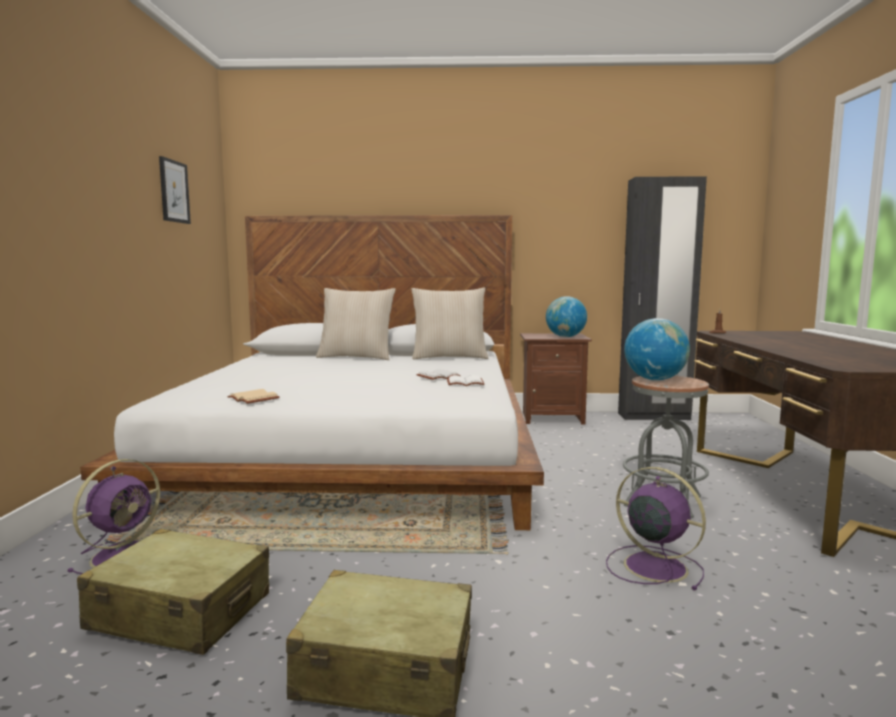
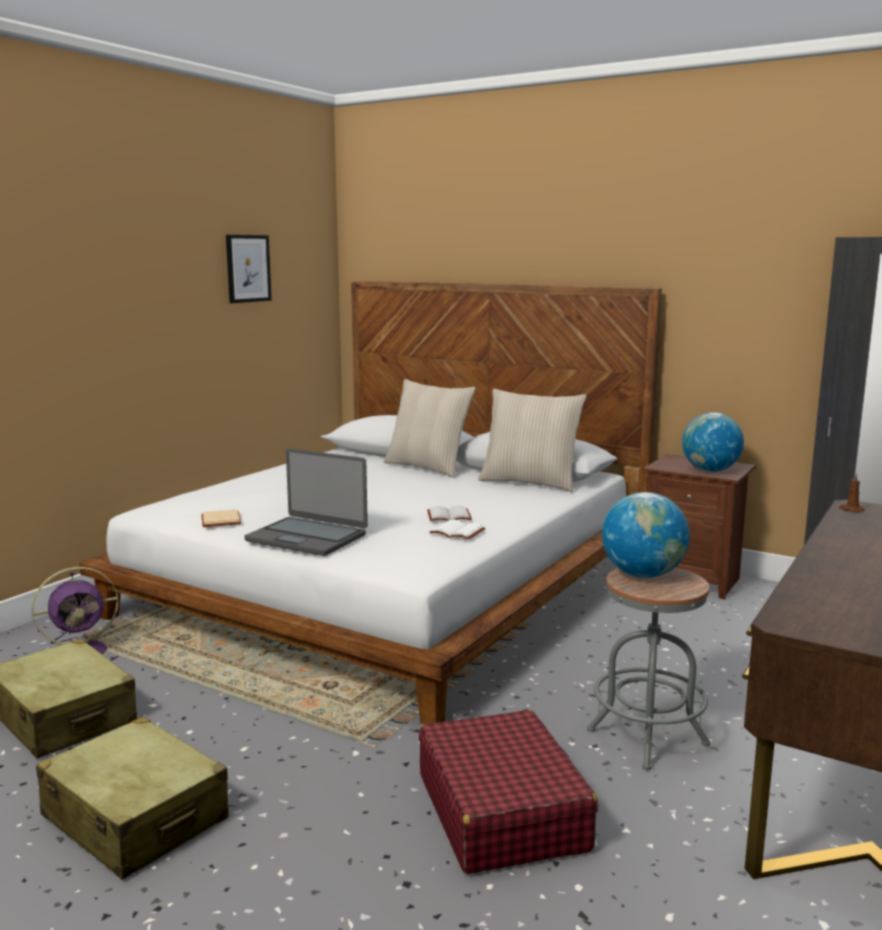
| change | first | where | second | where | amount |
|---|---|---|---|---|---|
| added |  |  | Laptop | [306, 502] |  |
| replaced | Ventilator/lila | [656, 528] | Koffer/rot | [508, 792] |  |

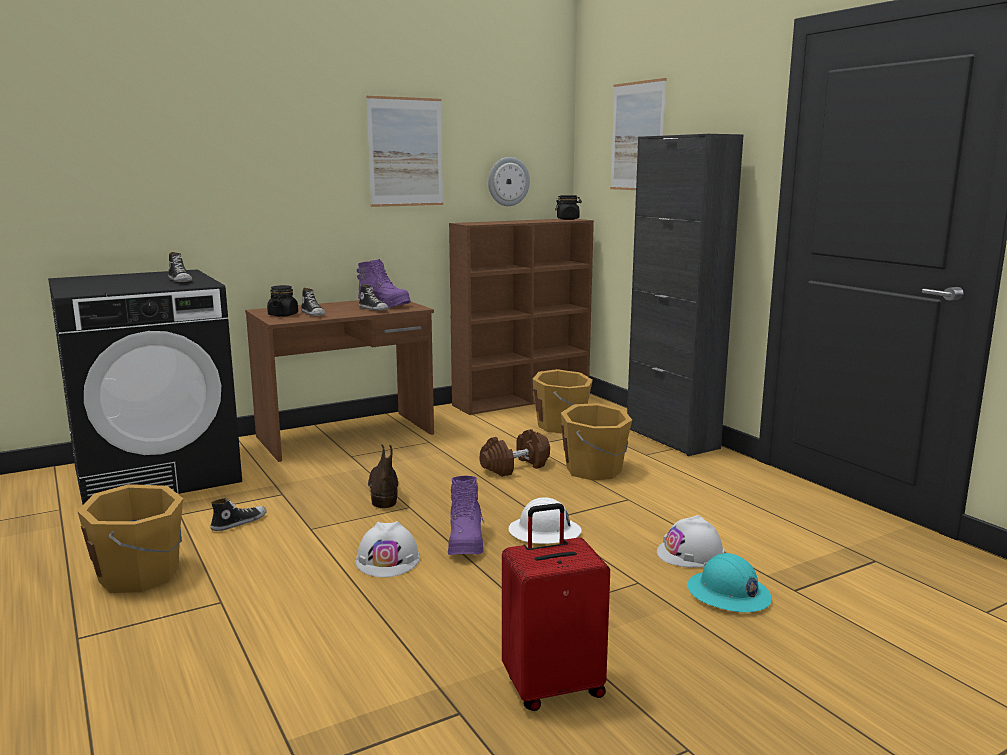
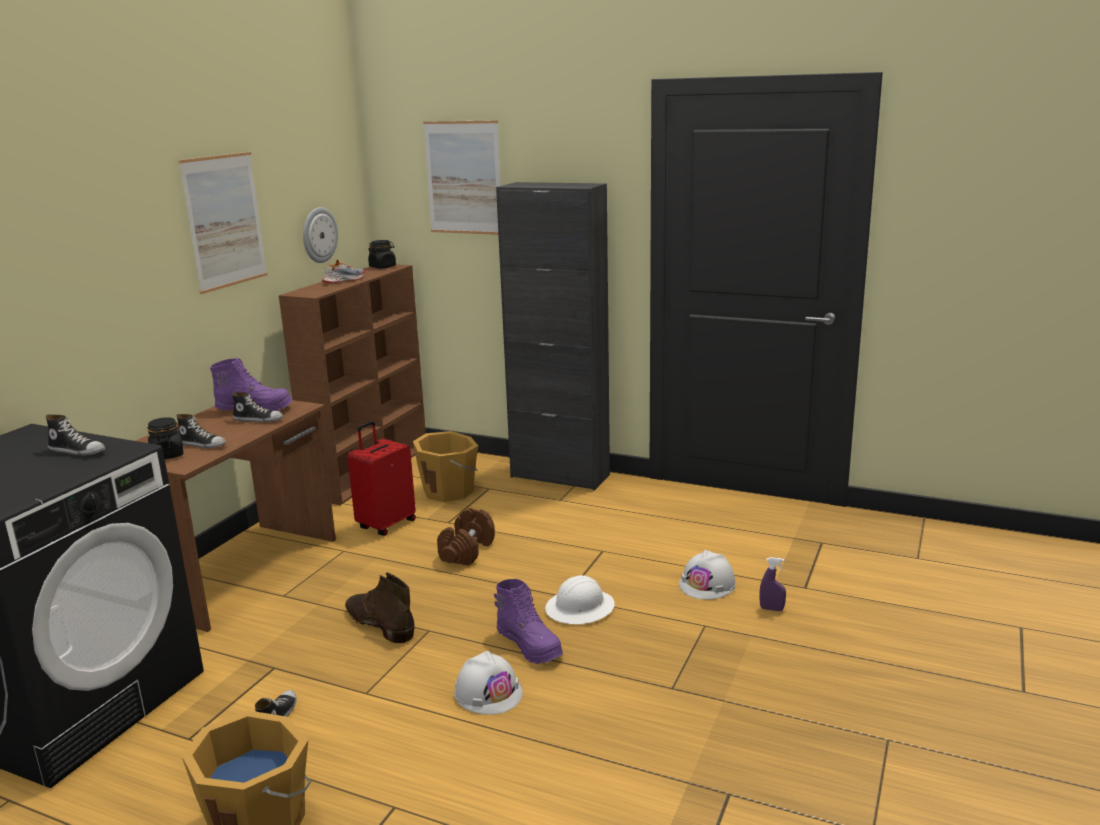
| change | first | where | second | where | amount |
|---|---|---|---|---|---|
| added |  |  | Schuh | [343, 271] |  |
| moved | Koffer/rot | [556, 607] |  | [381, 478] |  |
| replaced | Schutzhelm/türkis | [730, 582] | Sprühflasche/lila | [772, 584] |  |
| removed | Eimer/orange | [596, 441] |  |  |  |

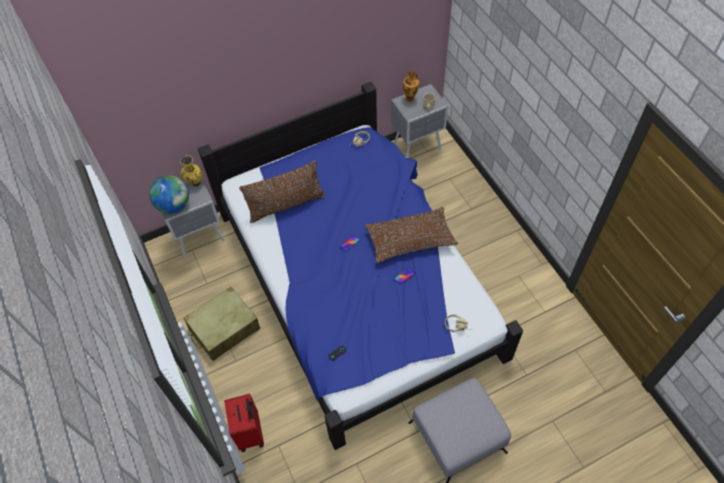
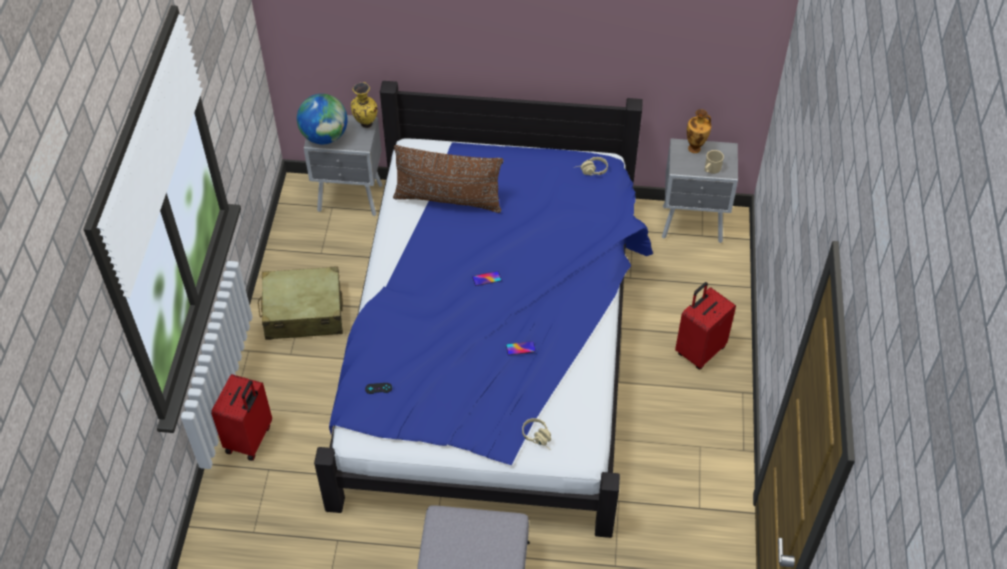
| change | first | where | second | where | amount |
|---|---|---|---|---|---|
| added |  |  | Koffer/rot | [705, 325] |  |
| removed | Kissen/braun | [411, 235] |  |  |  |

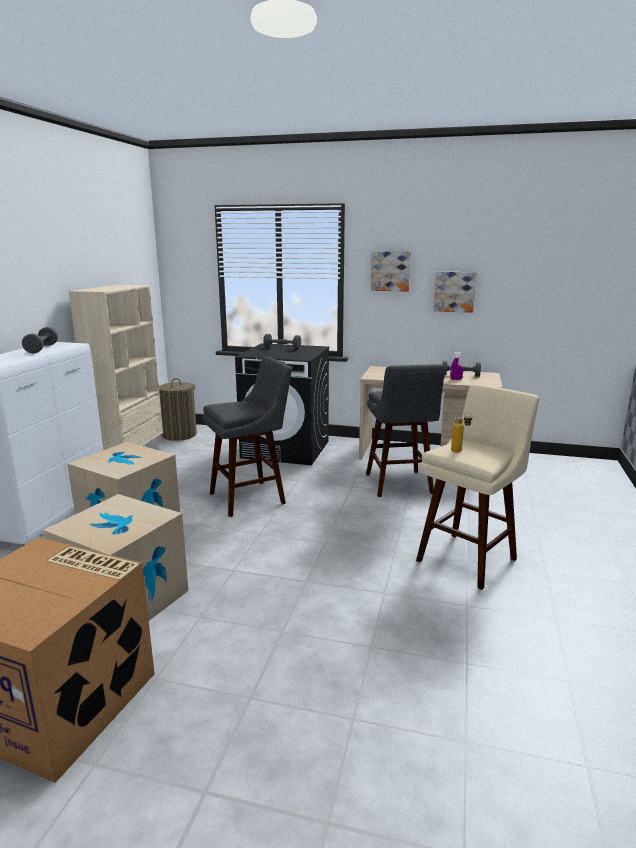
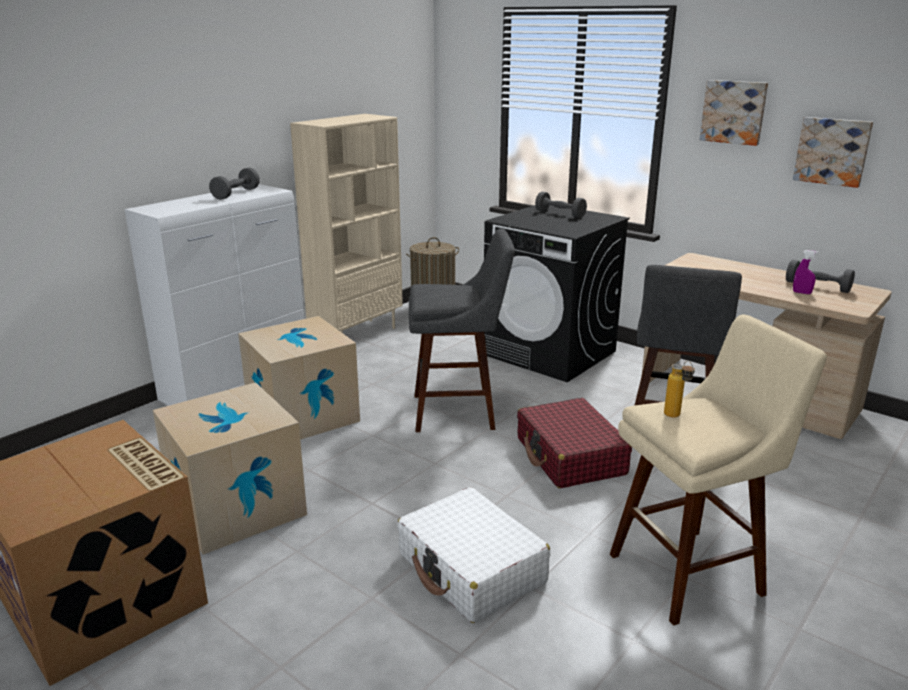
| change | first | where | second | where | amount |
|---|---|---|---|---|---|
| added |  |  | Koffer/weiß | [473, 555] |  |
| added |  |  | Koffer/rot | [574, 443] |  |

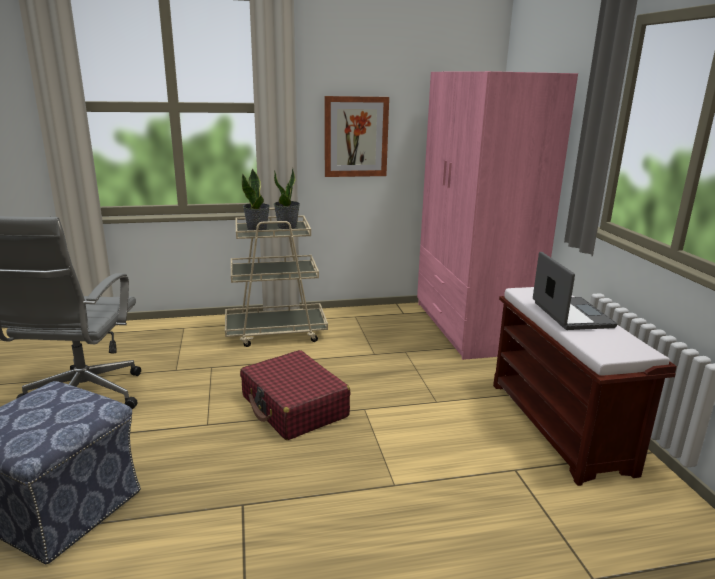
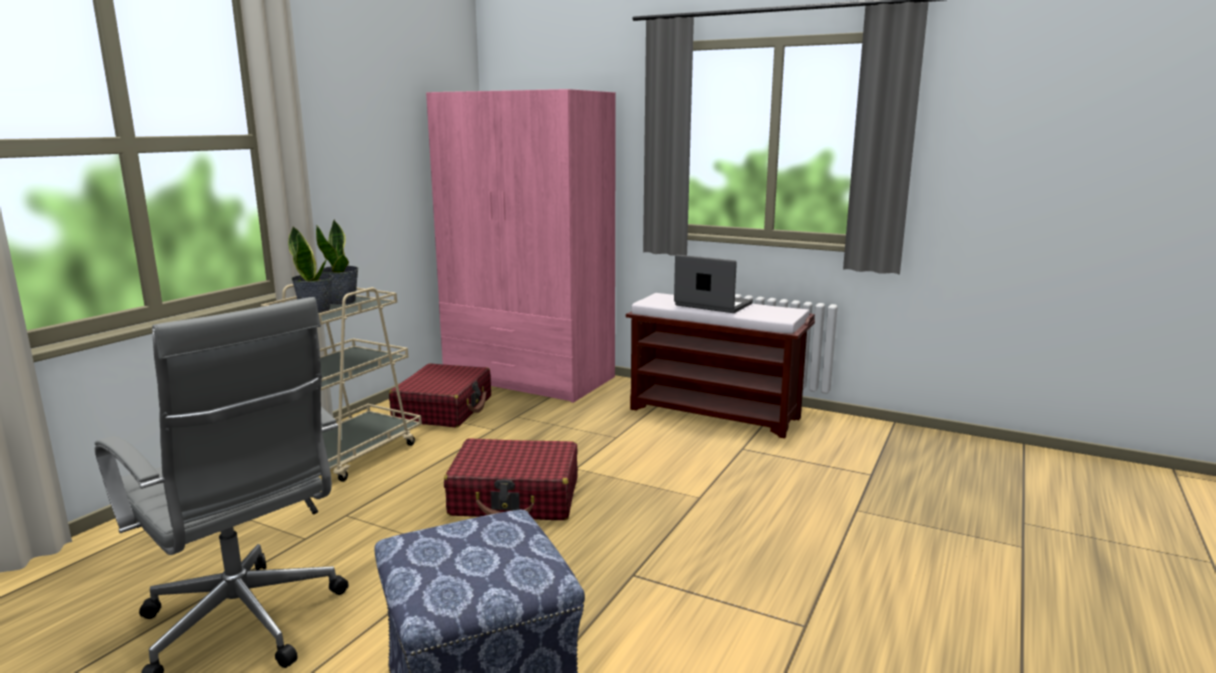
| change | first | where | second | where | amount |
|---|---|---|---|---|---|
| added |  |  | Koffer/rot | [440, 395] |  |
| removed | Bild | [357, 136] |  |  |  |

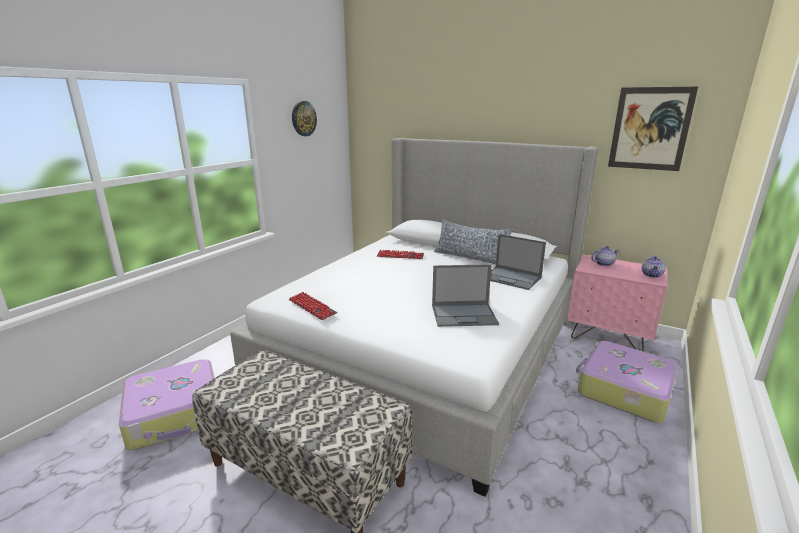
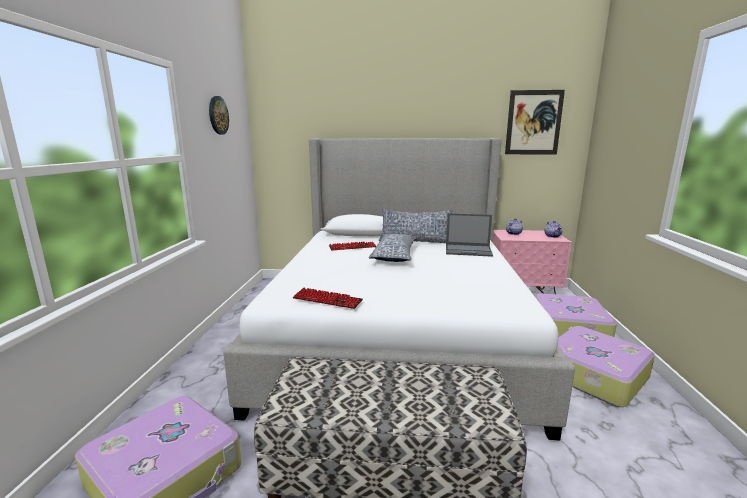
| change | first | where | second | where | amount |
|---|---|---|---|---|---|
| added |  |  | Kissen | [393, 248] |  |
| added |  |  | Koffer | [606, 366] |  |
| removed | Laptop | [465, 295] |  |  |  |

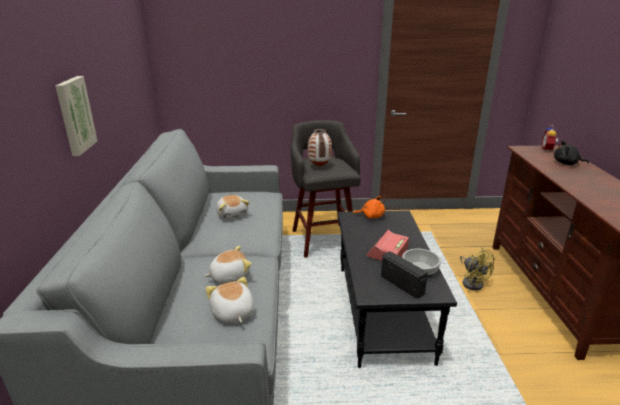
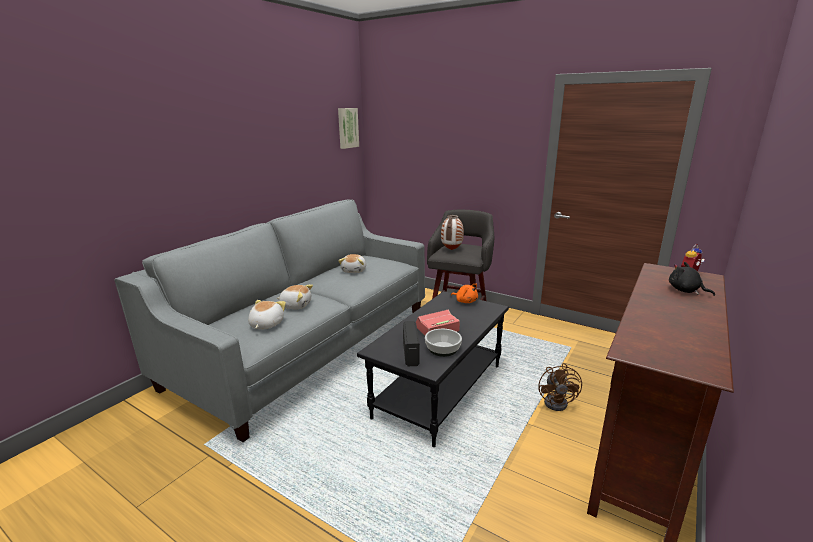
| change | first | where | second | where | amount |
|---|---|---|---|---|---|
| moved | Bild | [76, 116] |  | [348, 128] |  |
| recoloured | Ventilator/gelb | [478, 269] | Ventilator/braun | [560, 387] |  |

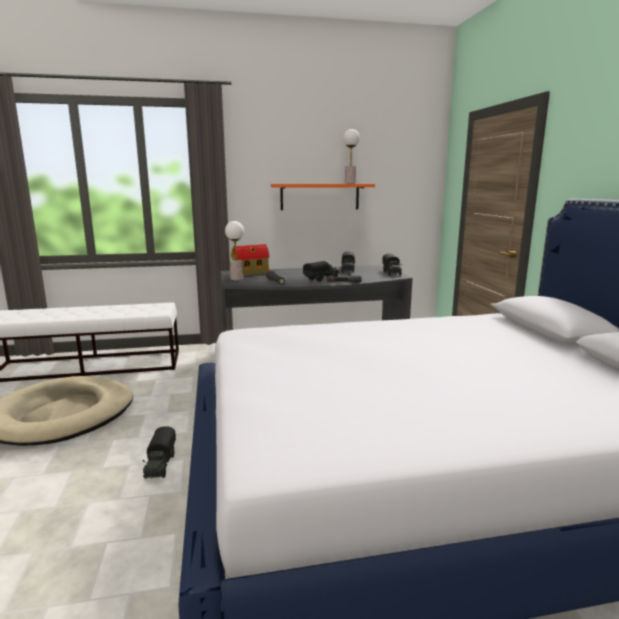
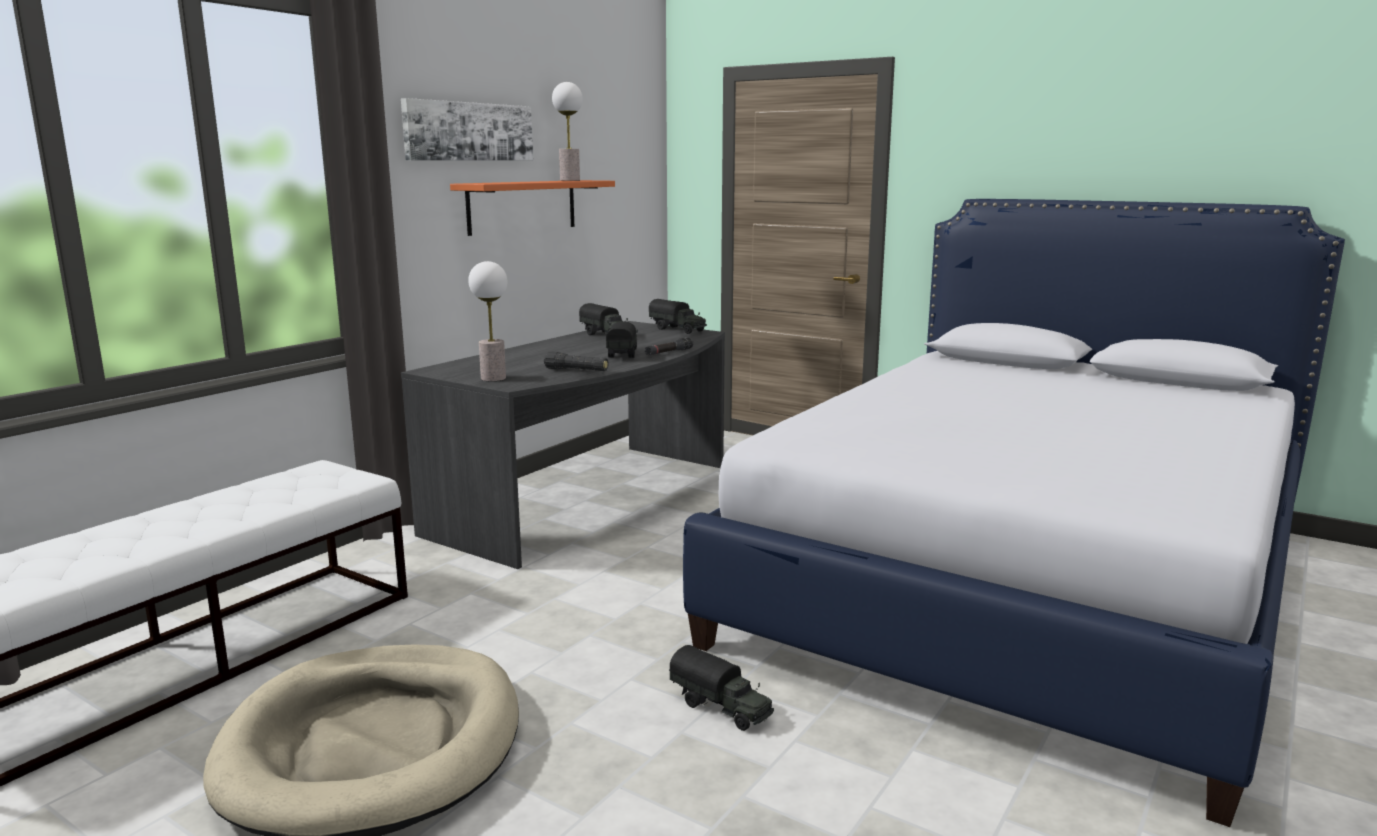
| change | first | where | second | where | amount |
|---|---|---|---|---|---|
| added |  |  | Bild | [467, 129] |  |
| removed | Spielzeughaus | [250, 260] |  |  |  |

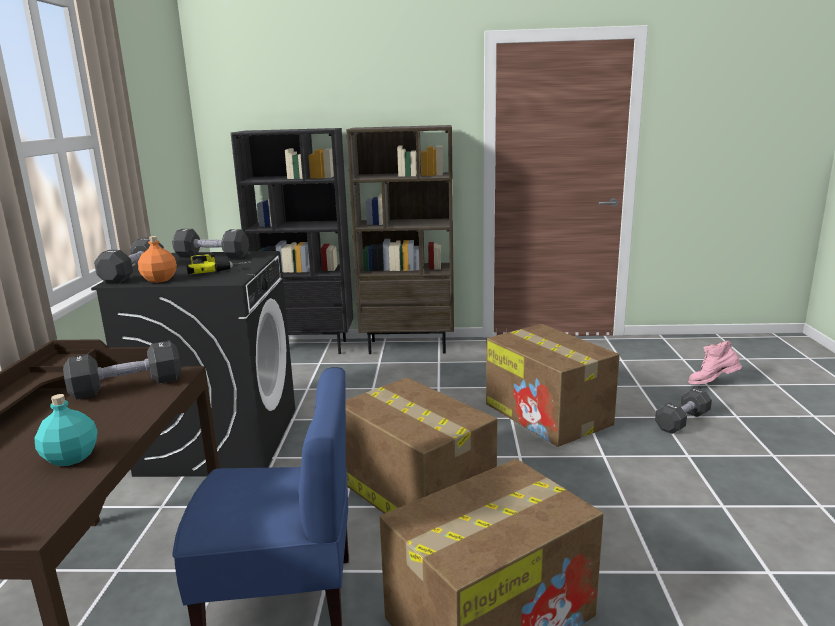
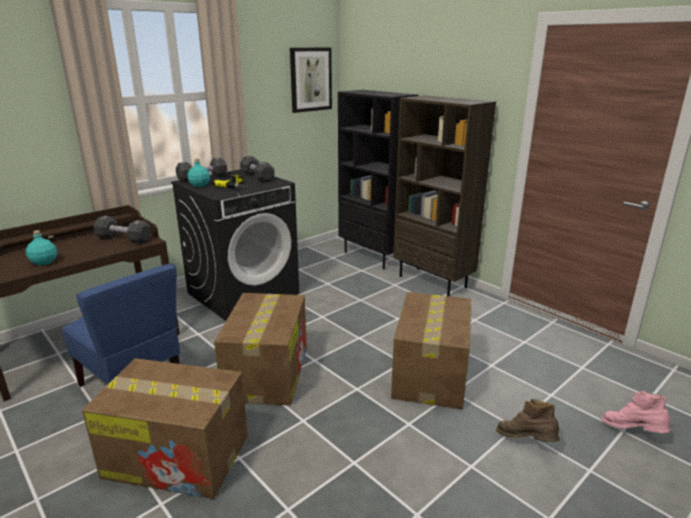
| change | first | where | second | where | amount |
|---|---|---|---|---|---|
| recoloured | Flasche/orange | [157, 259] | Flasche/türkis | [199, 172] |  |
| added |  |  | Bild | [311, 80] |  |
| replaced | Hantel/schwarz | [683, 410] | Stiefel/braun | [528, 420] |  |

